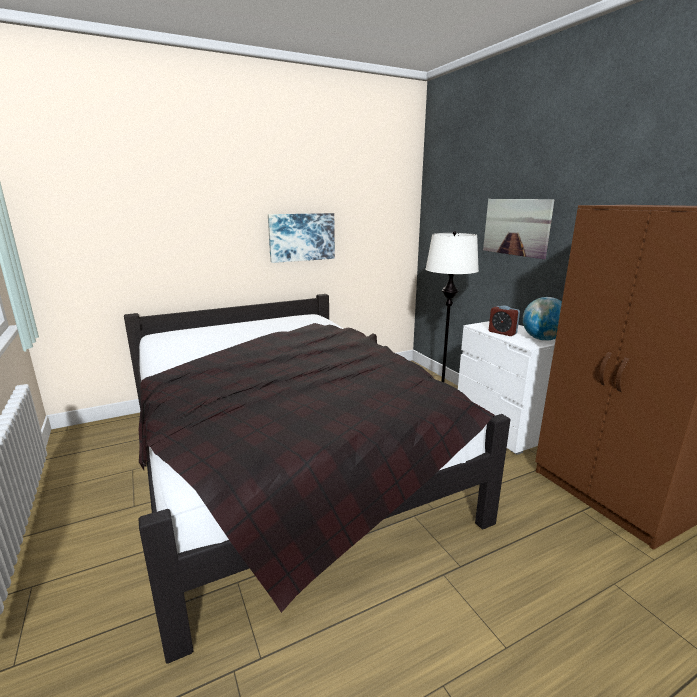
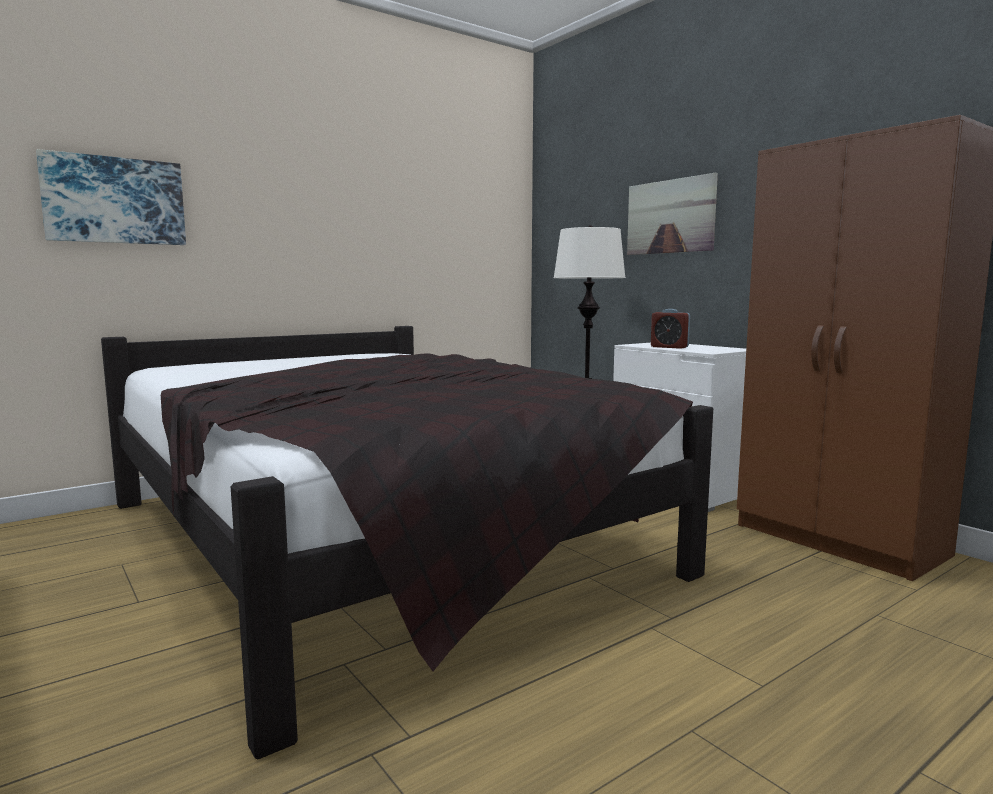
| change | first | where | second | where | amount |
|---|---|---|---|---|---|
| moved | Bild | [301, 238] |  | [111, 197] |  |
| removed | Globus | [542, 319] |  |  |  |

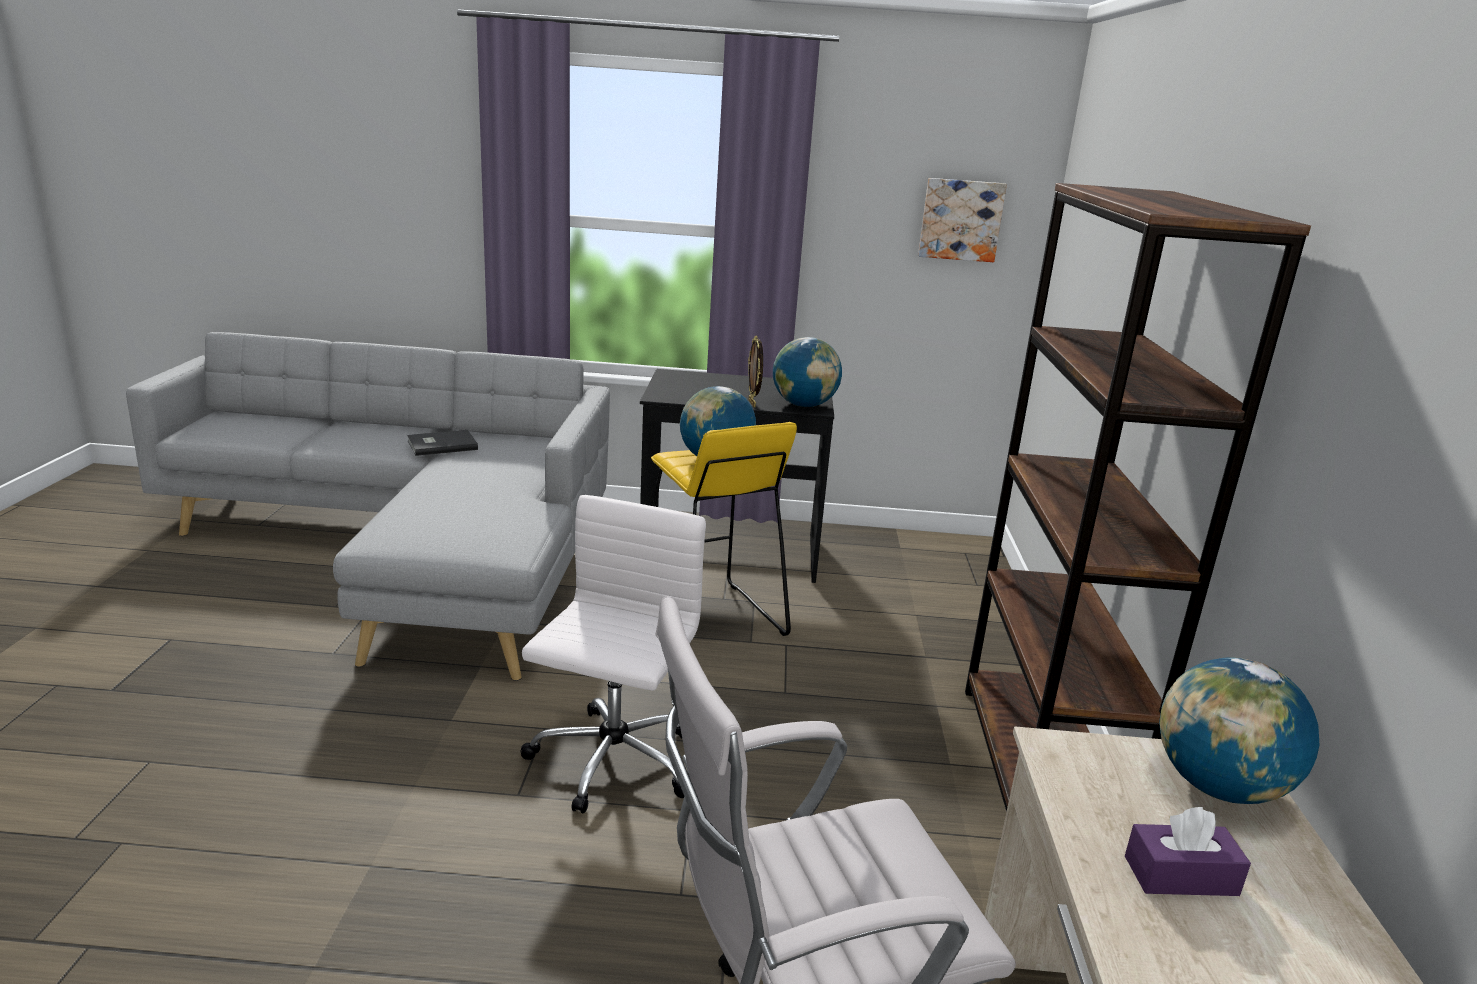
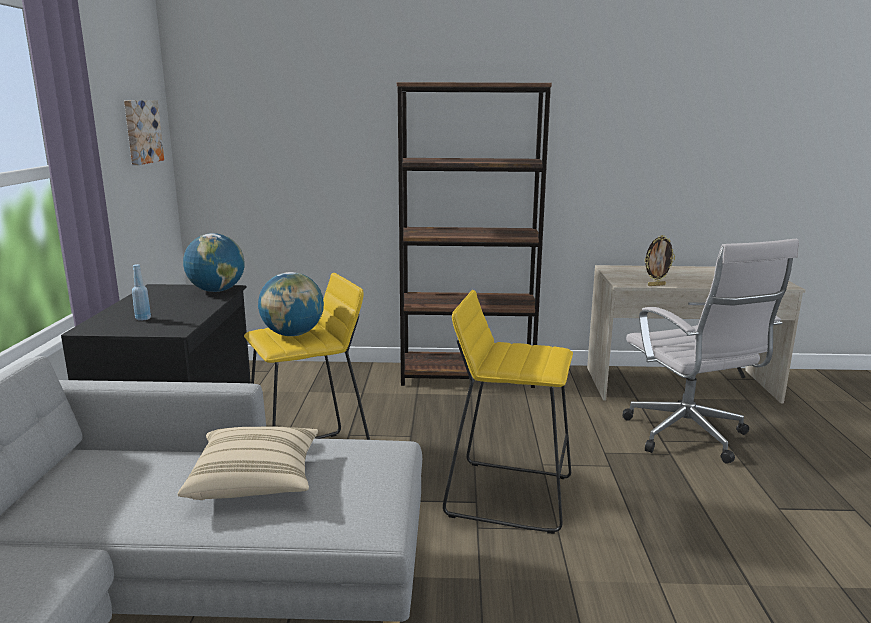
| change | first | where | second | where | amount |
|---|---|---|---|---|---|
| added |  |  | Flasche/blau | [141, 292] |  |
| added |  |  | Kissen/beige | [248, 463] |  |
| replaced | Bürostuhl/weiß | [613, 654] | Hocker/gelb | [508, 412] |  |
| moved | Bilderrahmen | [755, 371] |  | [660, 260] |  |
| removed | Buch/grau | [442, 443] |  |  |  |
| removed | Taschentuchbox/lila | [1188, 851] |  |  |  |
| removed | Globus | [1239, 730] |  |  |  |

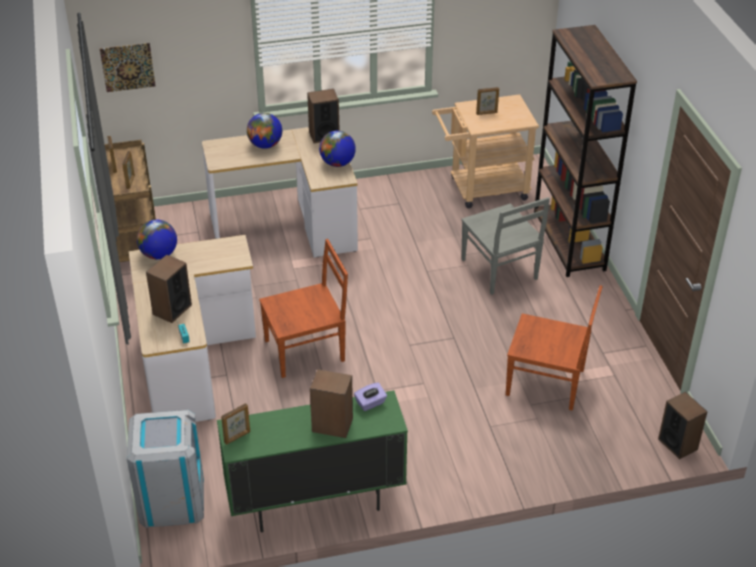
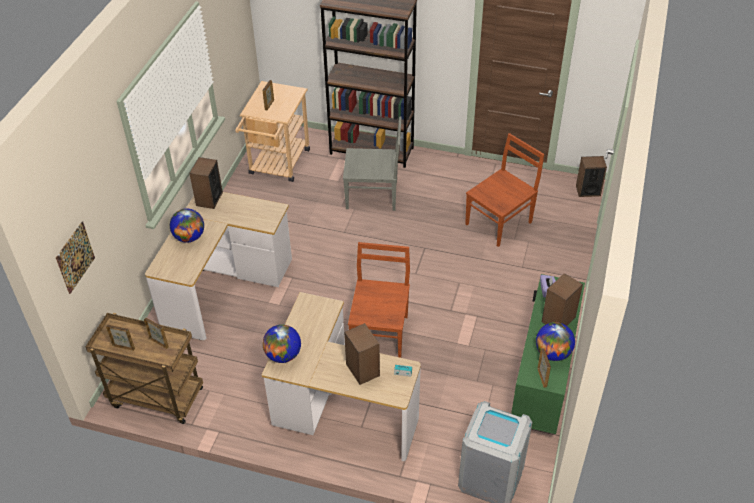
| change | first | where | second | where | amount |
|---|---|---|---|---|---|
| moved | Globus | [337, 148] |  | [555, 341] |  |

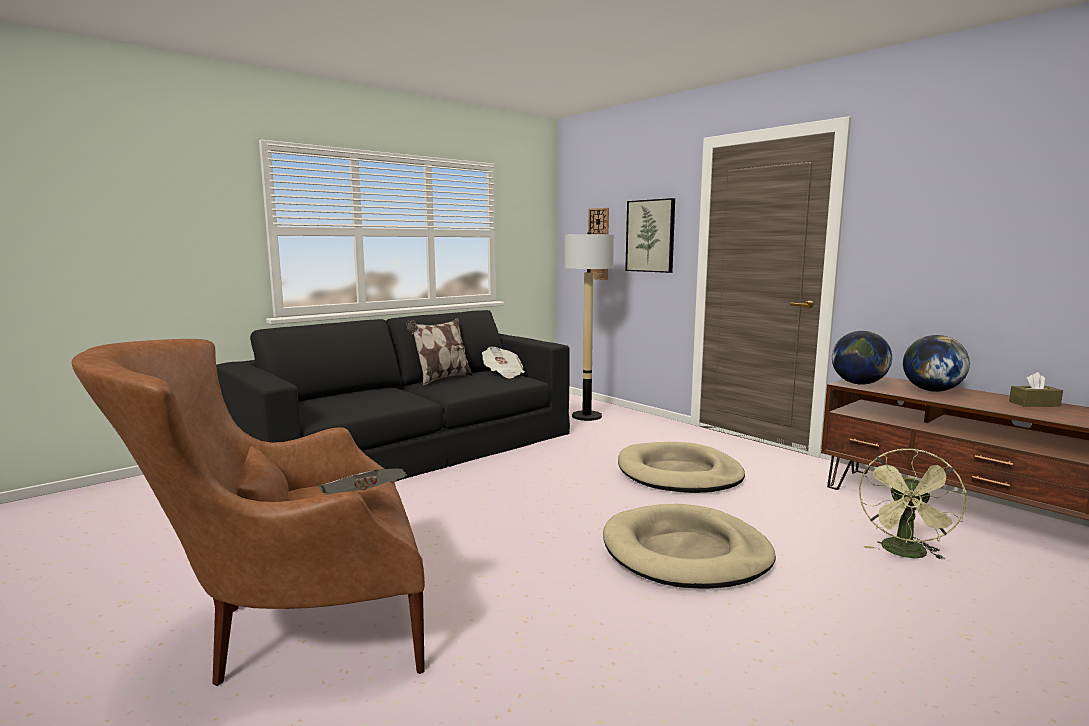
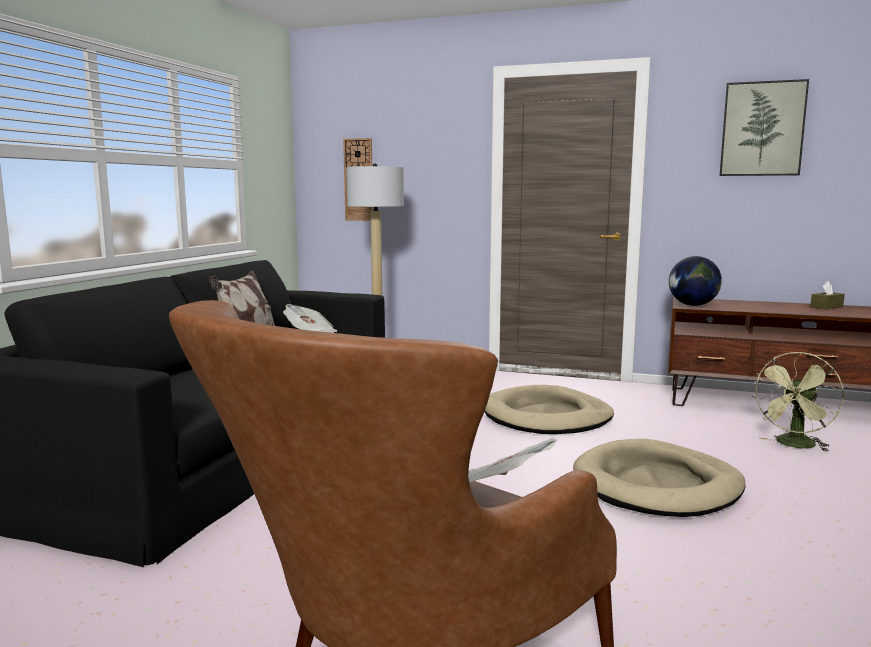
| change | first | where | second | where | amount |
|---|---|---|---|---|---|
| moved | Bild | [650, 235] |  | [764, 127] |  |
| turned | Ventilator/grün | [912, 504] |  | [798, 402] | 45 degrees clockwise |
| removed | Globus | [936, 363] |  |  |  |

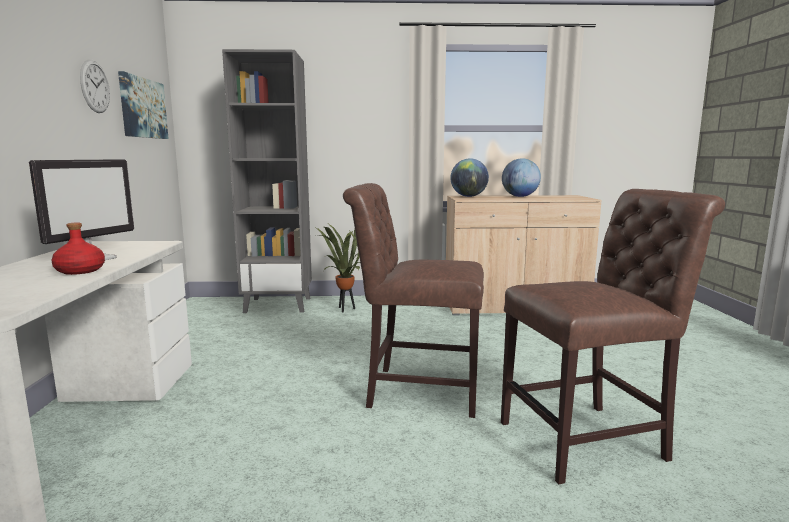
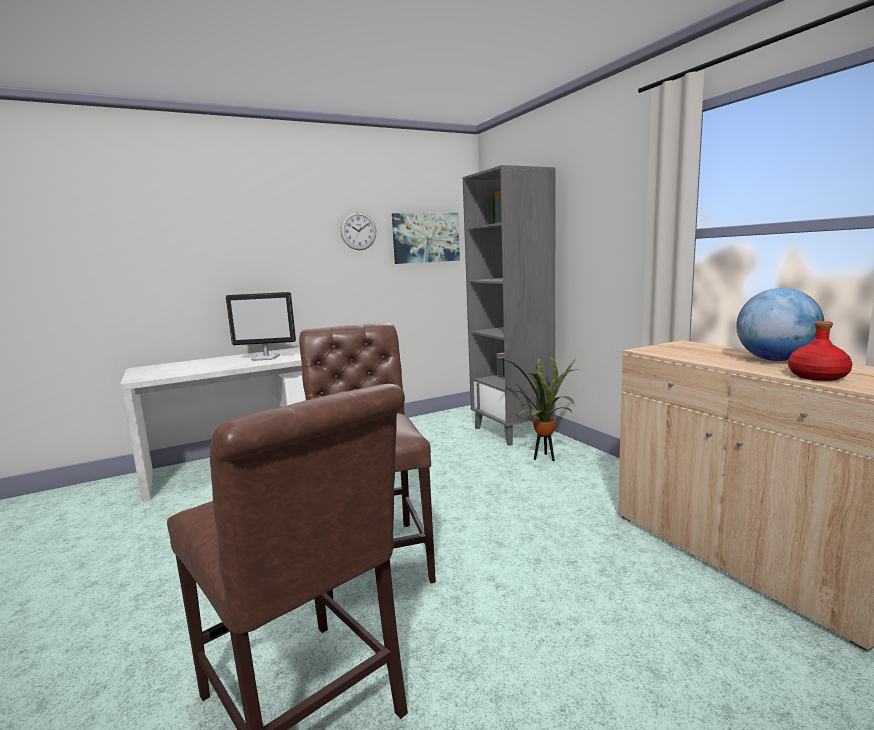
| change | first | where | second | where | amount |
|---|---|---|---|---|---|
| moved | Flasche/rot | [78, 248] |  | [820, 351] |  |
| removed | Globus | [469, 177] |  |  |  |

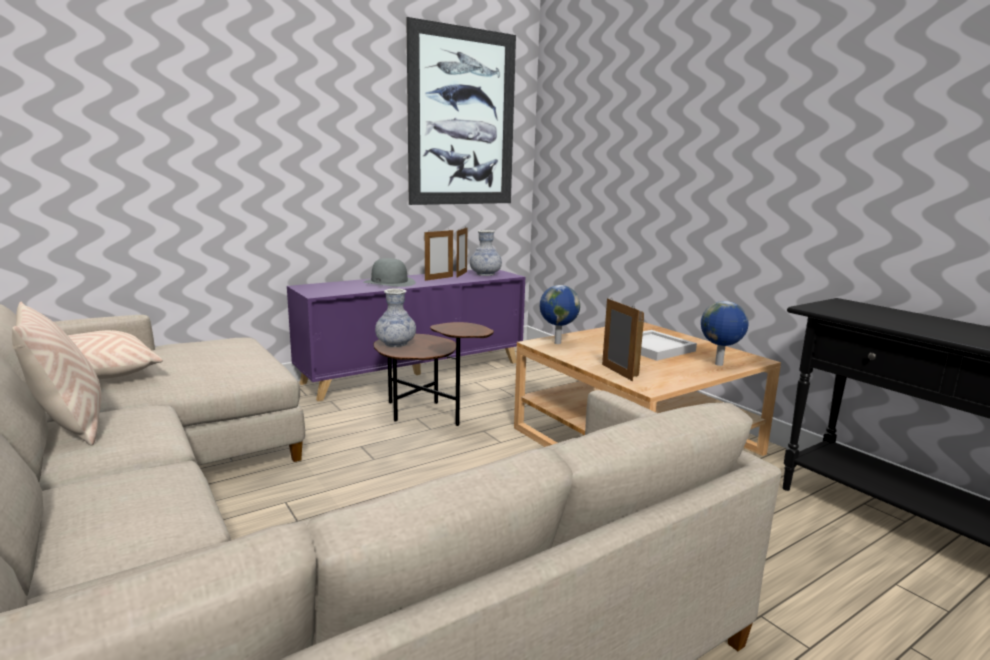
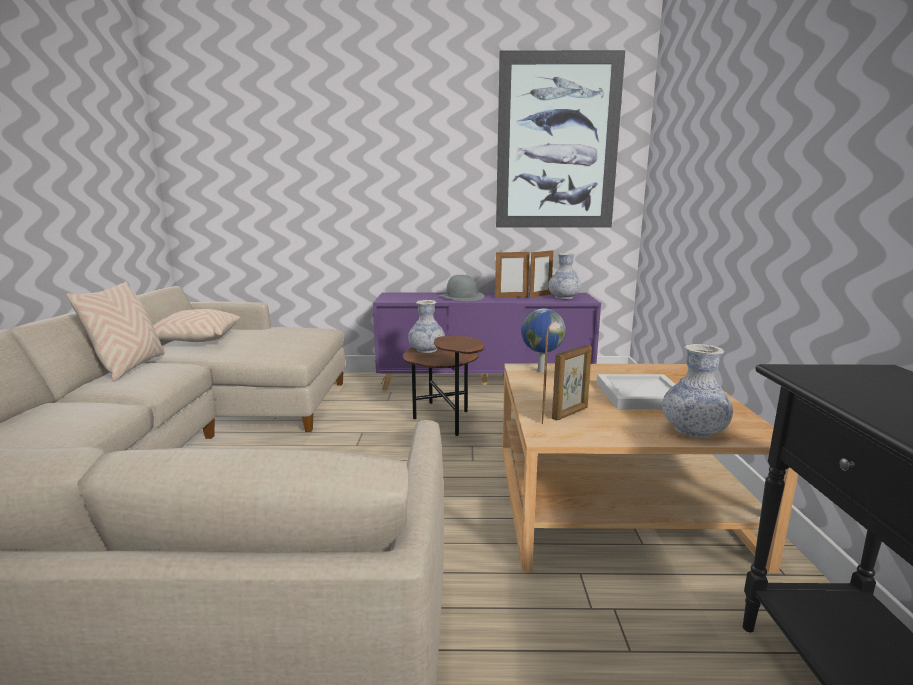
| change | first | where | second | where | amount |
|---|---|---|---|---|---|
| replaced | Globus | [724, 333] | Vase | [697, 391] |  |

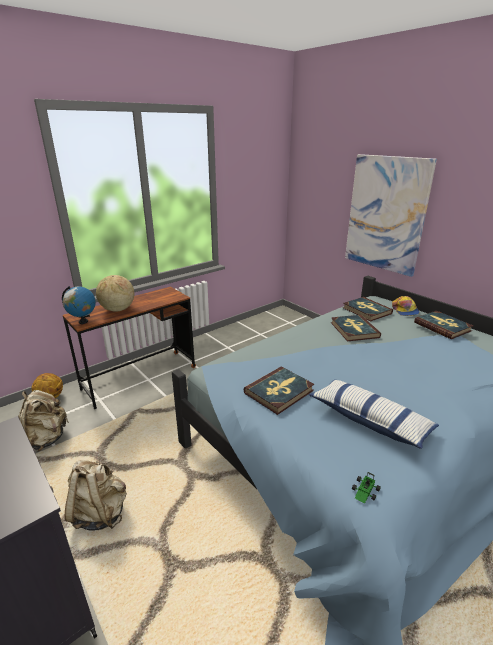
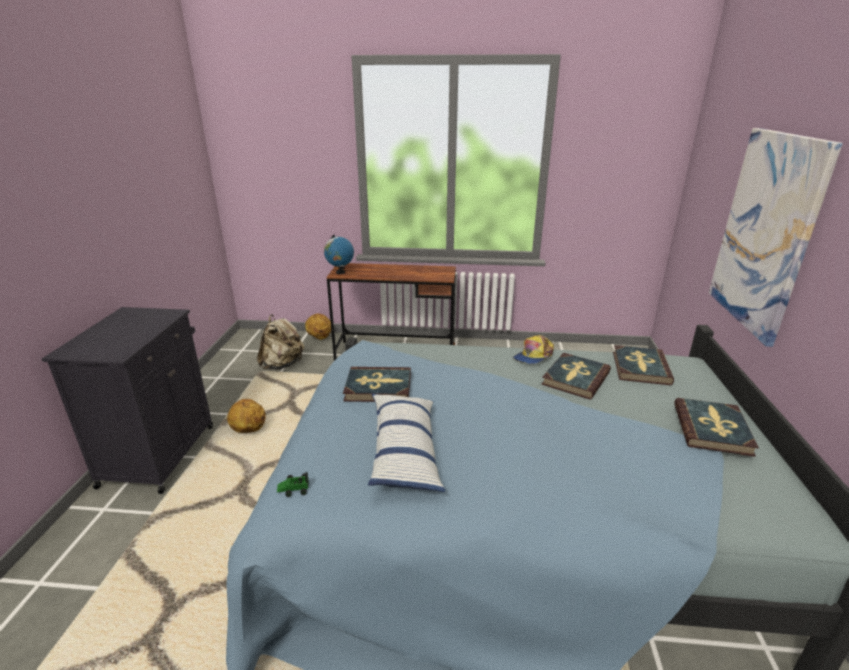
| change | first | where | second | where | amount |
|---|---|---|---|---|---|
| replaced | Rucksack/beige | [96, 495] | Basketball | [246, 416] |  |
| moved | Kappe | [406, 306] |  | [533, 349] |  |
| removed | Globus | [115, 293] |  |  |  |

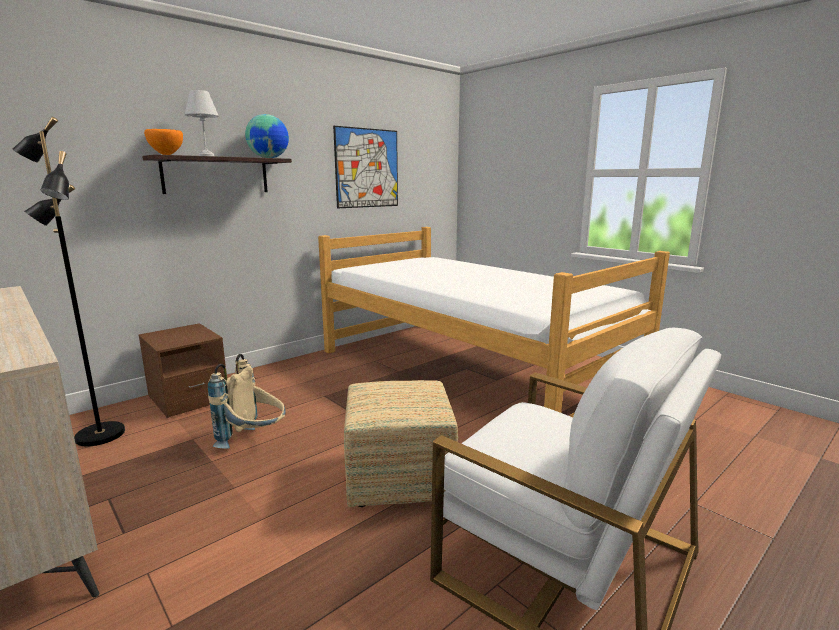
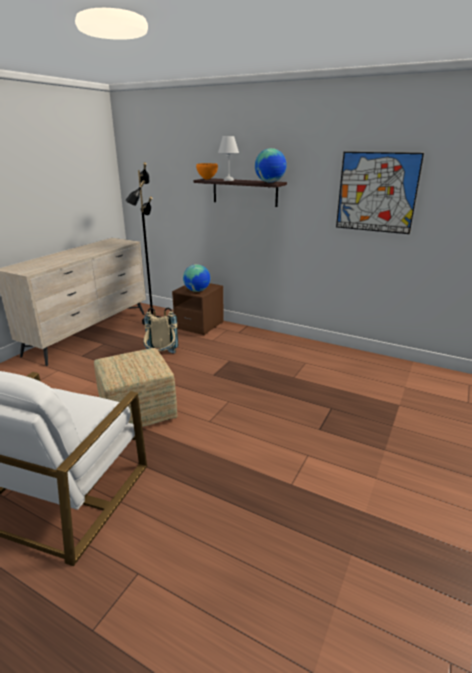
| change | first | where | second | where | amount |
|---|---|---|---|---|---|
| added |  |  | Globus | [196, 278] |  |
| removed | Bett | [494, 322] |  |  |  |

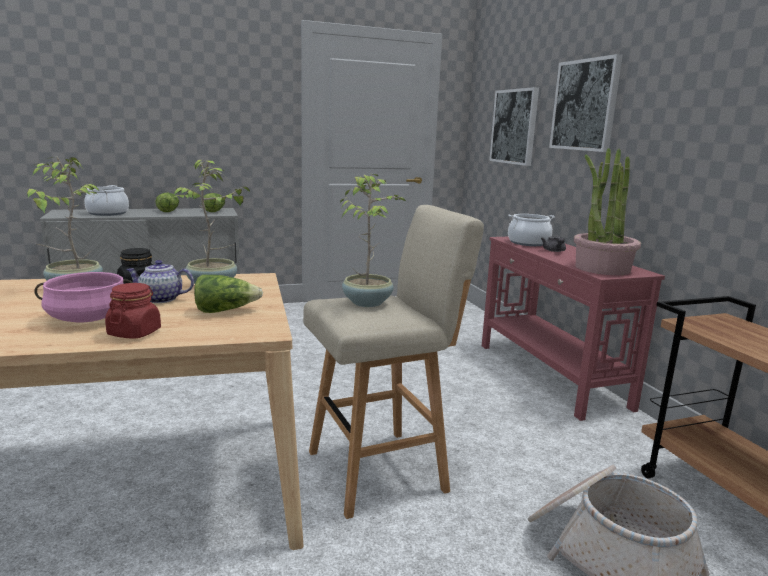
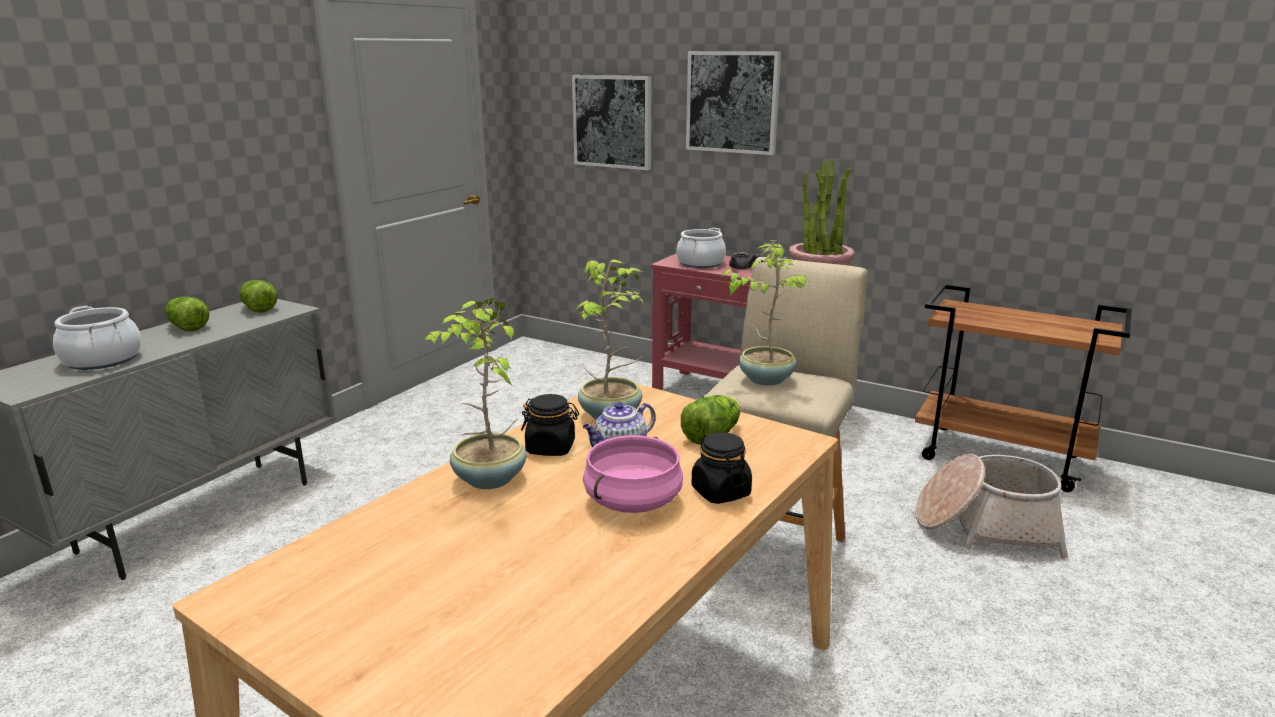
| change | first | where | second | where | amount |
|---|---|---|---|---|---|
| recoloured | Vorratsglas/rot | [133, 311] | Vorratsglas/schwarz | [722, 468] |  |

